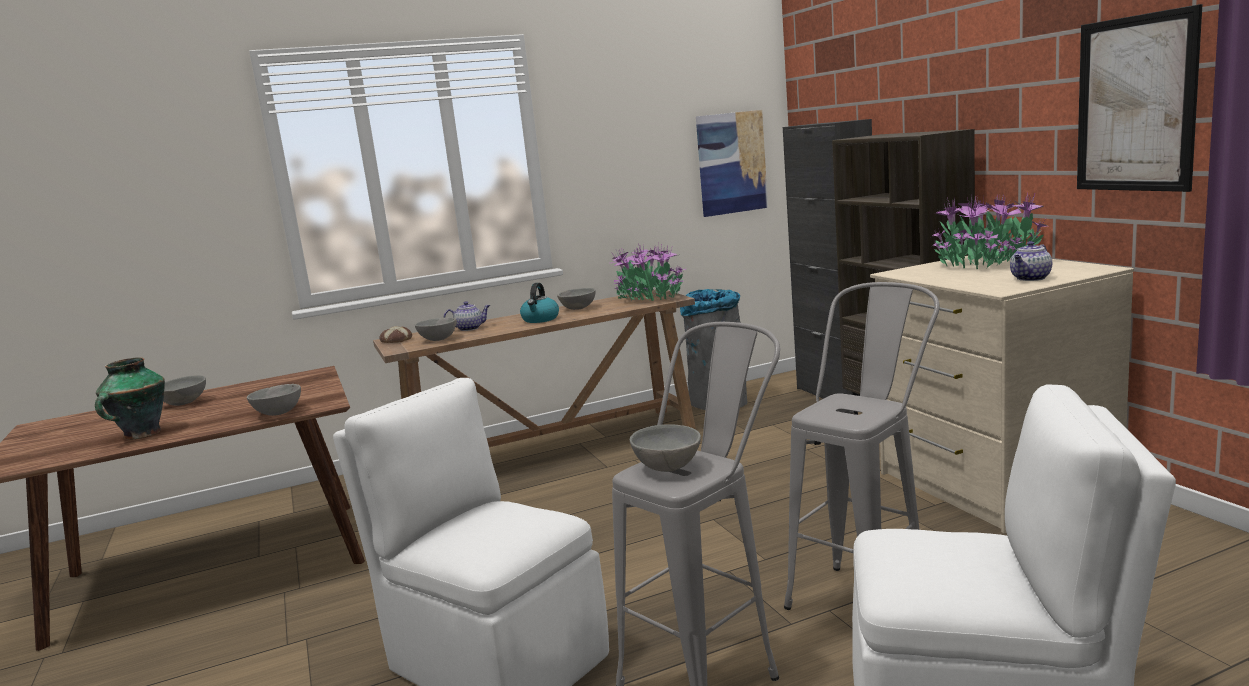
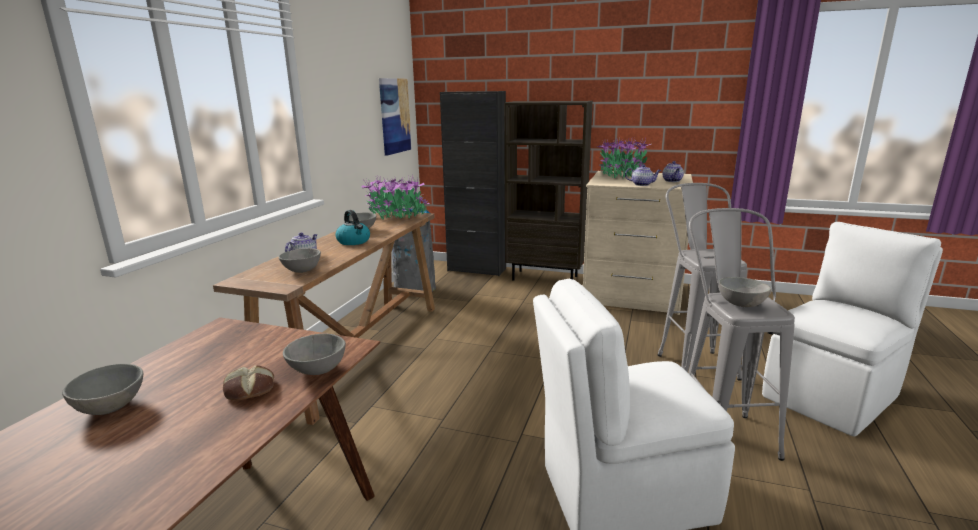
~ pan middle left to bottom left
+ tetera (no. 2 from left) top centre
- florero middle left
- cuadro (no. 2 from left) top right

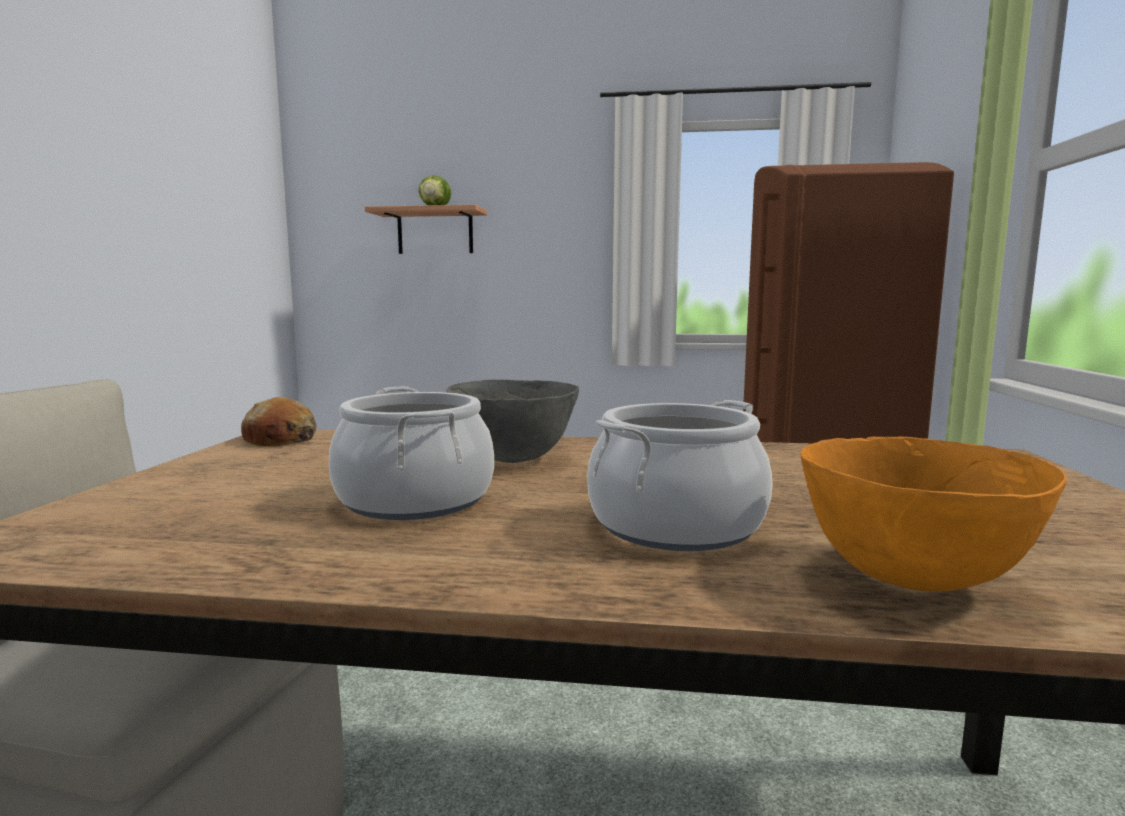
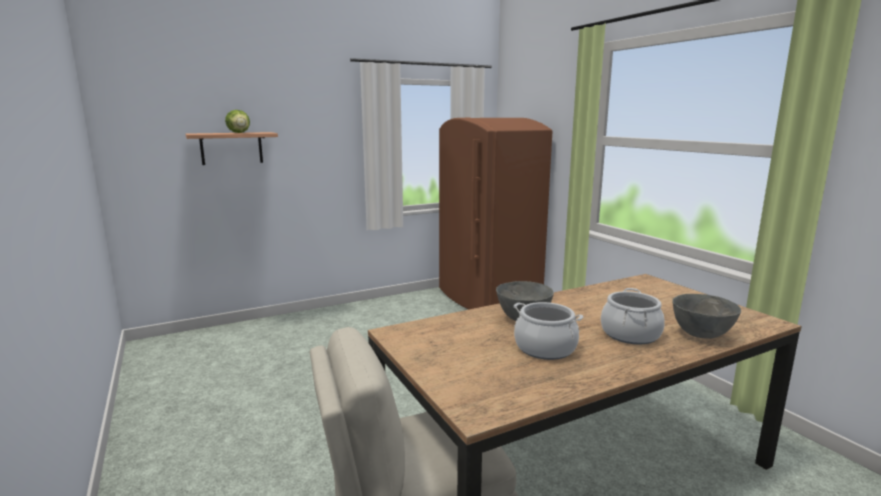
~ cuenco [naranja] middle right to cuenco [gris] (no. 2 from left) middle right
- pan middle left

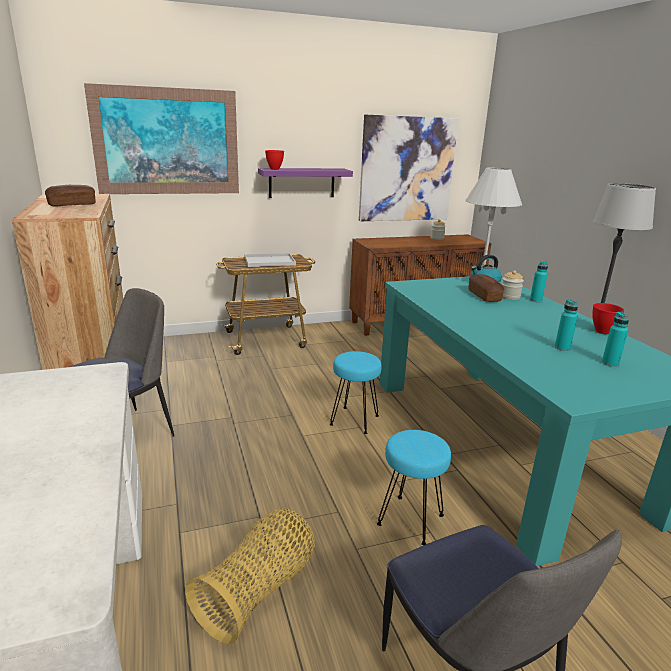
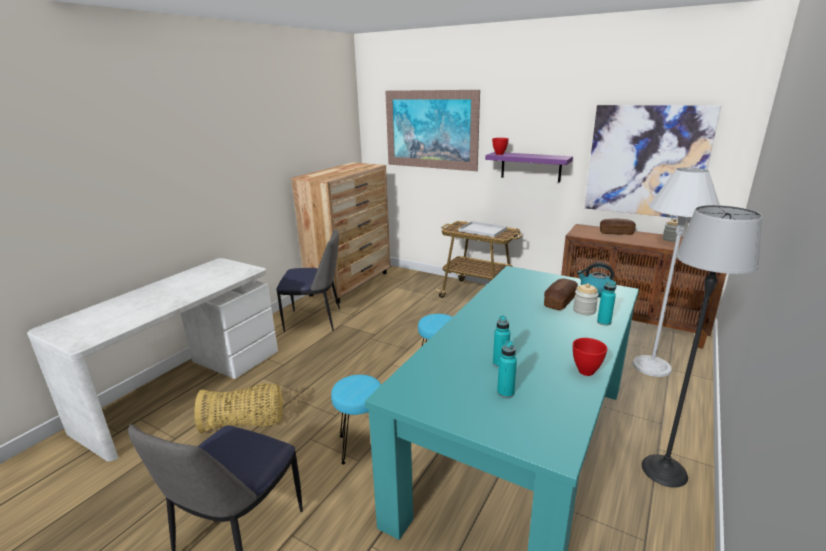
~ pan (no. 1 from left in the first image) top left to pan (no. 2 from left) middle right

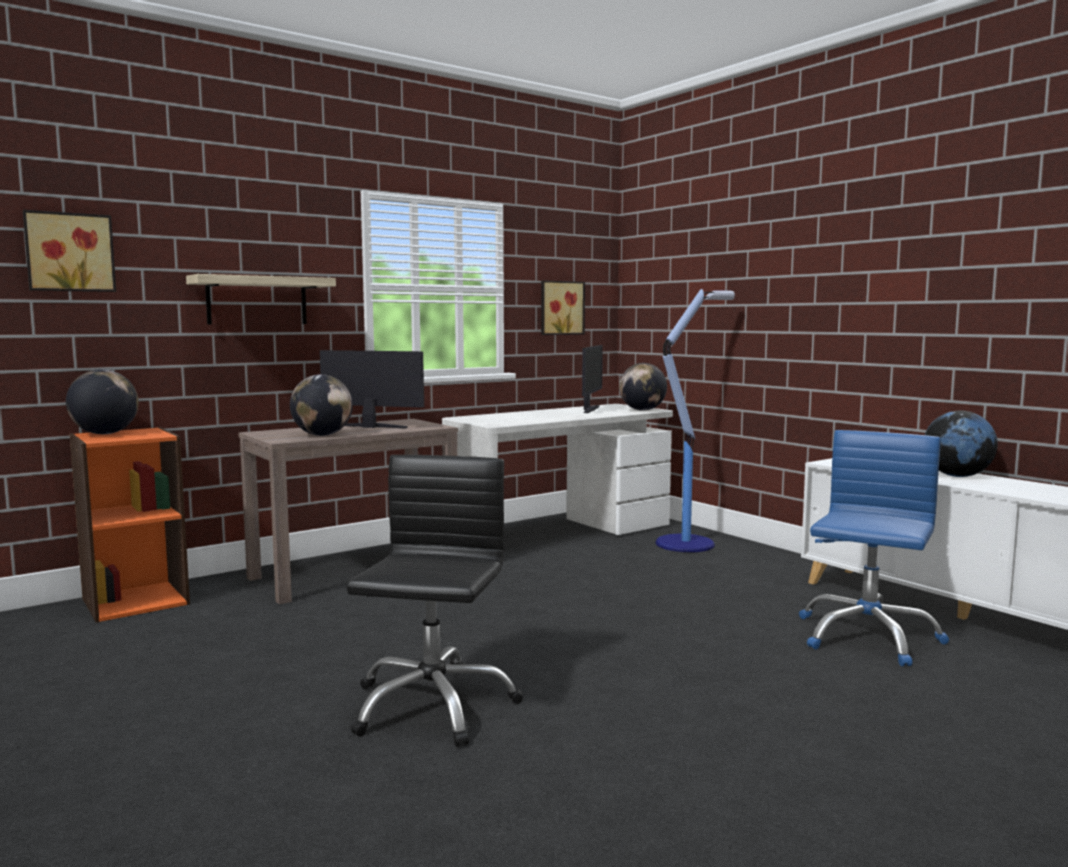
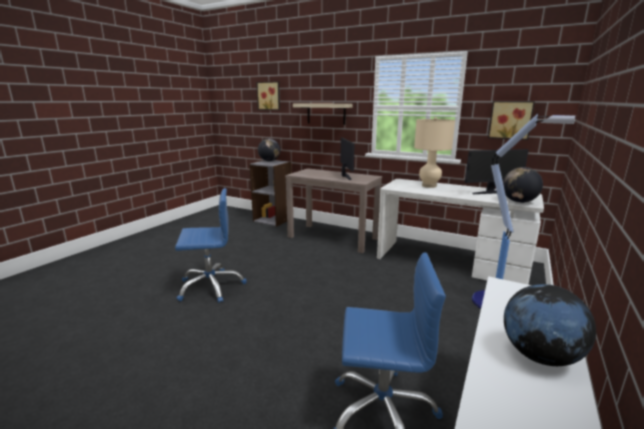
~ silla de oficina [negro] bottom centre to silla de oficina [azul] (no. 1 from left) middle left
~ estantería [naranja] middle left to estantería [gris] centre
+ lámpara de mesa [beis] middle right
- globo terráqueo (no. 2 from left) middle left

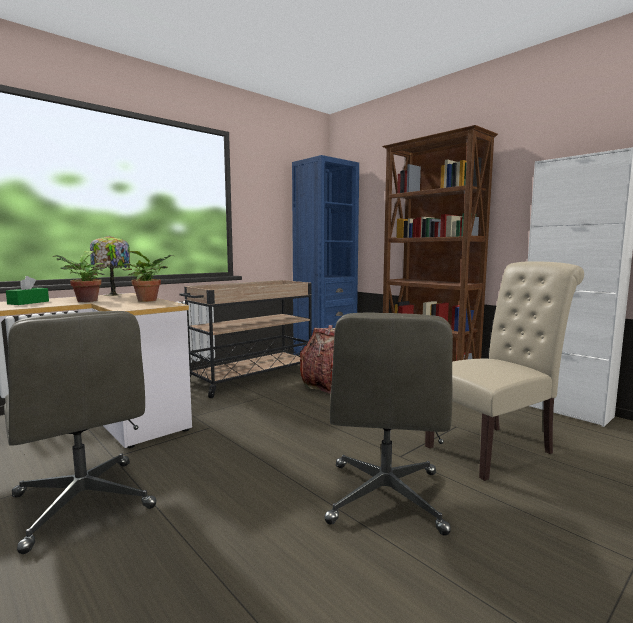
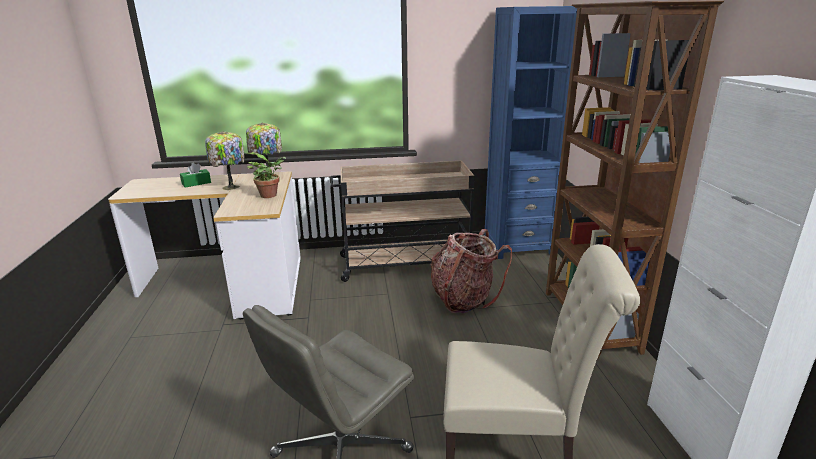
~ planta en maceta (no. 1 from left) middle left to lámpara de mesa (no. 1 from left) middle left
- silla de oficina [gris] (no. 1 from left) bottom left

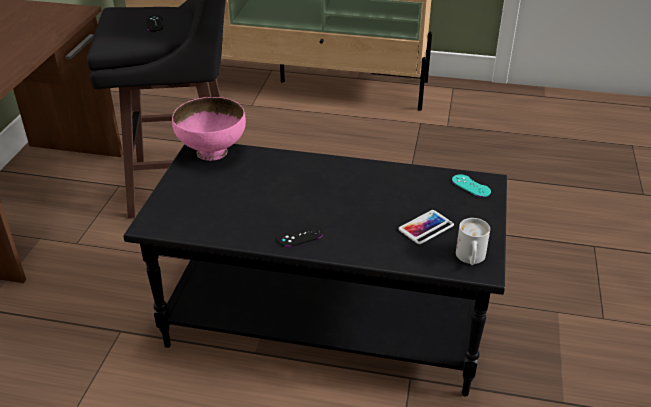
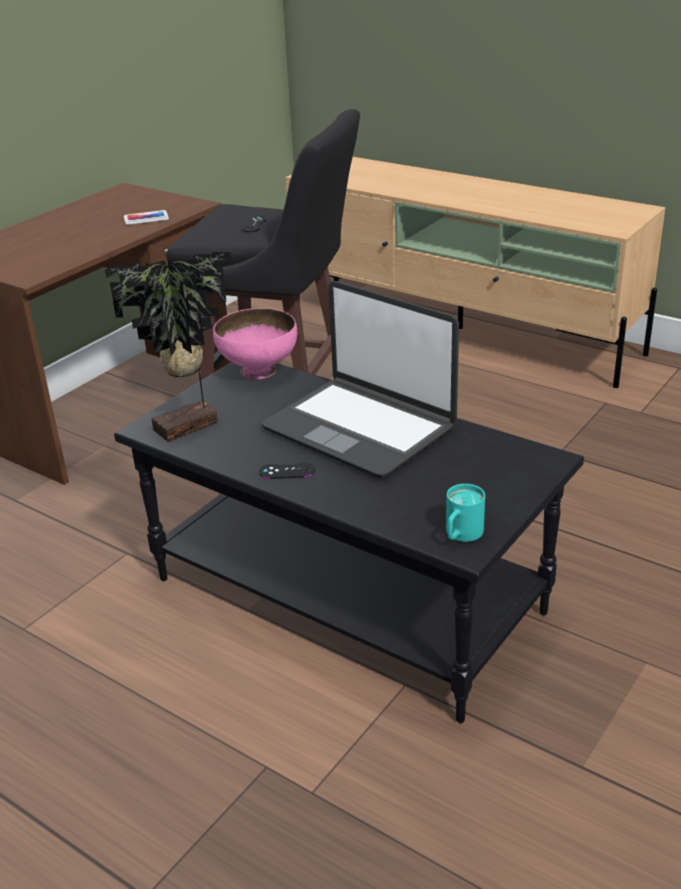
+ planta en maceta middle left
~ móvil centre to top left
+ portátil centre
~ taza grande [blanco] middle right to taza grande [turquesa] middle right
- mando de consola [turquesa] middle right

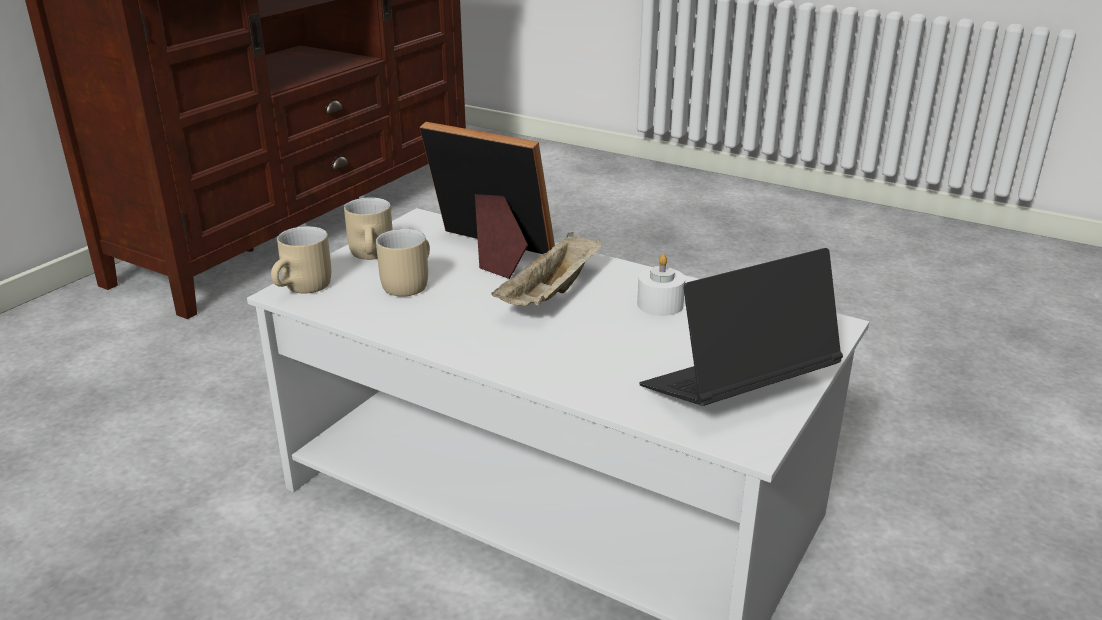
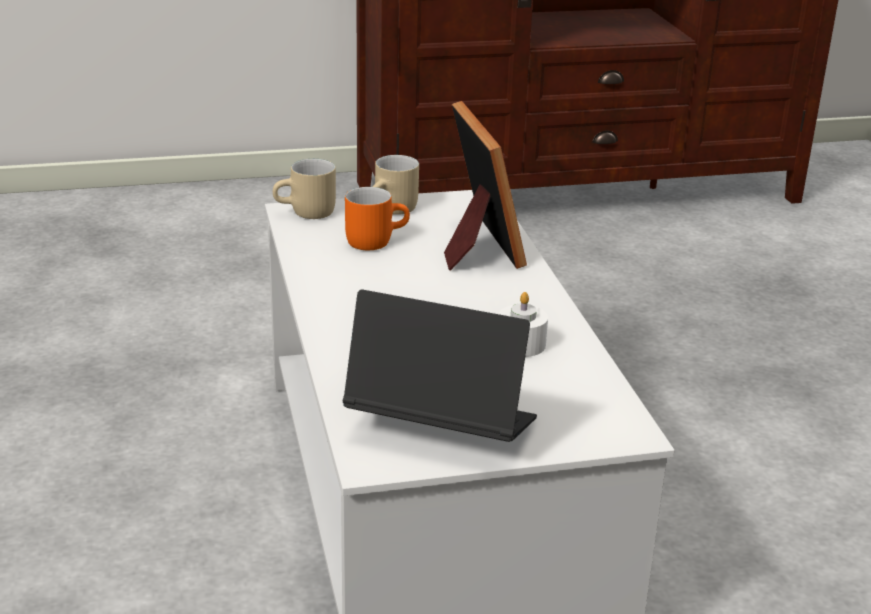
~ taza grande [beis] (no. 3 from left) centre to taza grande [naranja] centre
- bandeja [beis] centre

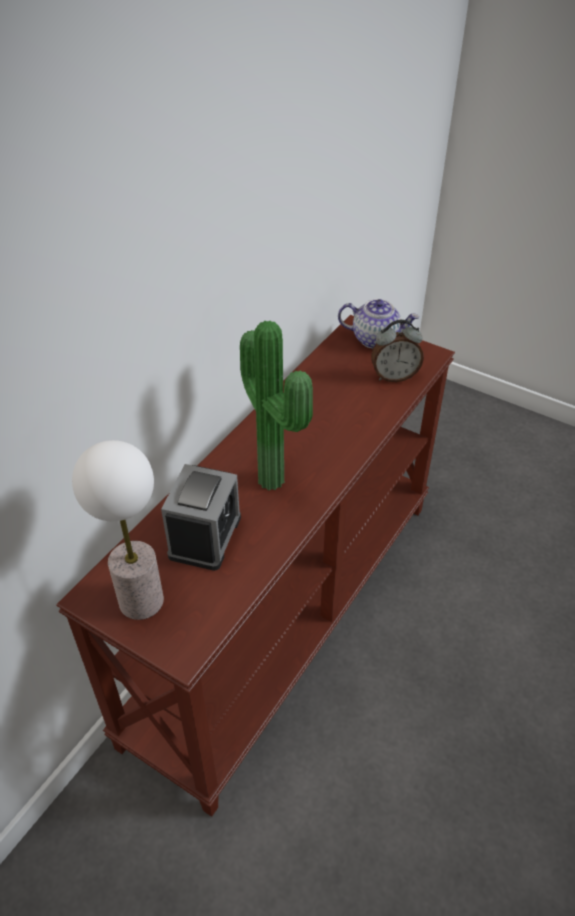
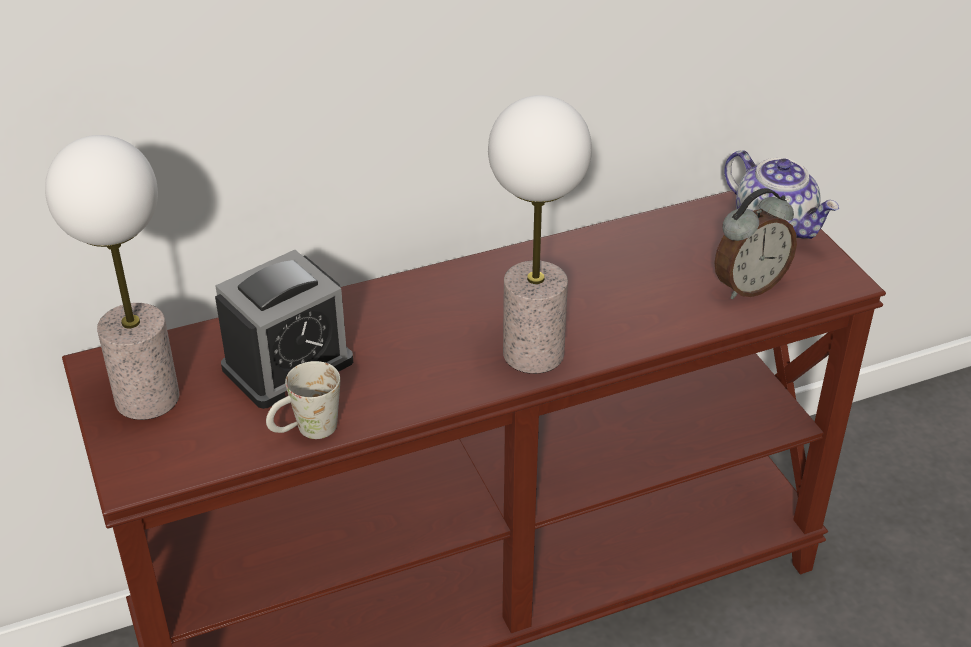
+ taza grande [blanco] middle left
+ lámpara de mesa (no. 2 from left) centre
~ despertador (no. 2 from left) middle right = middle right 60 degrees counterclockwise
- planta en maceta centre

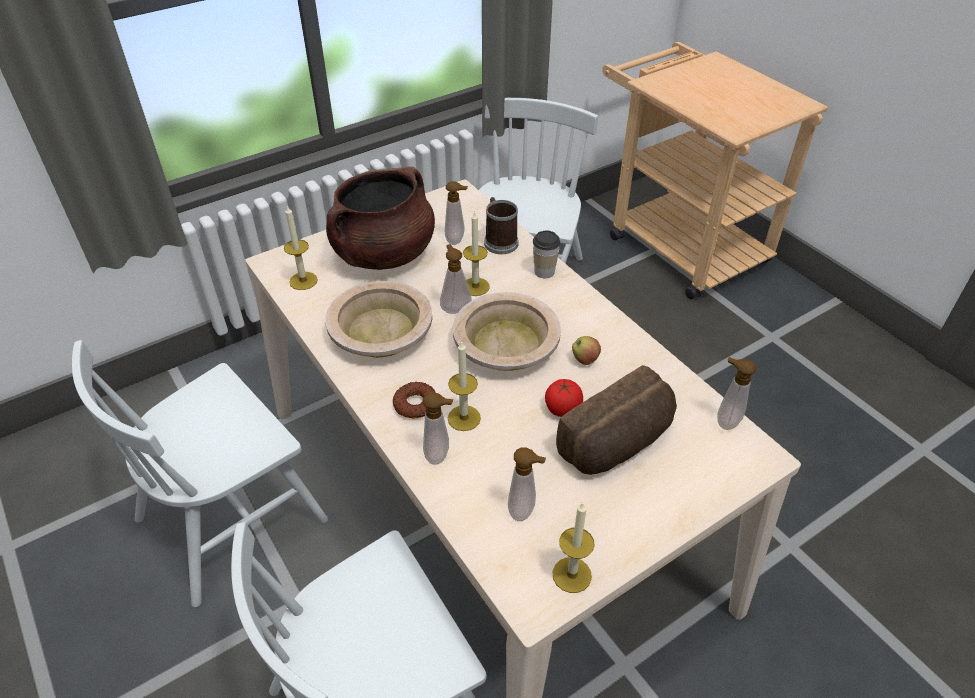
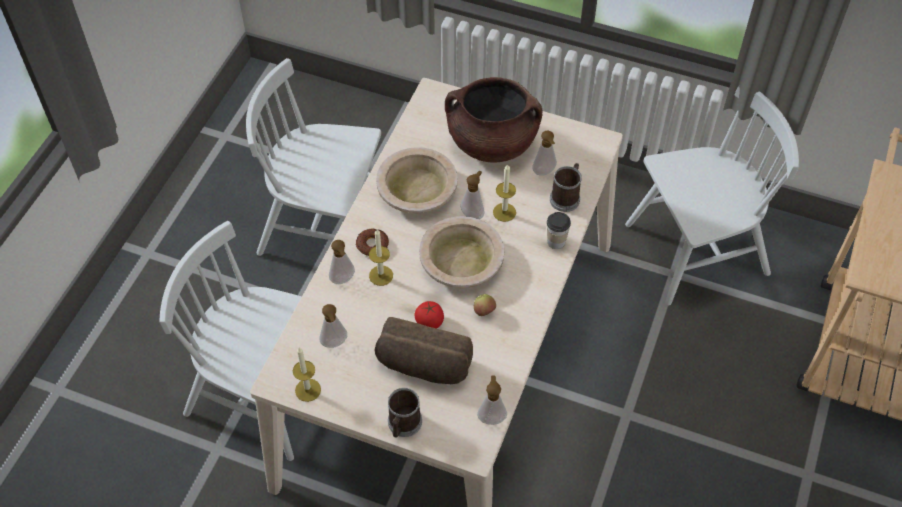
+ taza grande (no. 1 from left) bottom centre
- vela (no. 1 from left) middle left

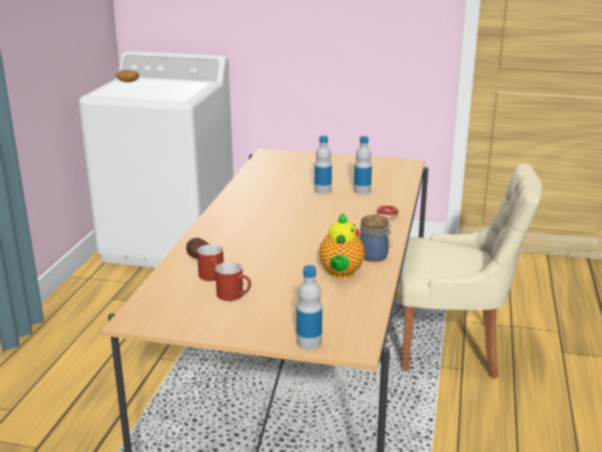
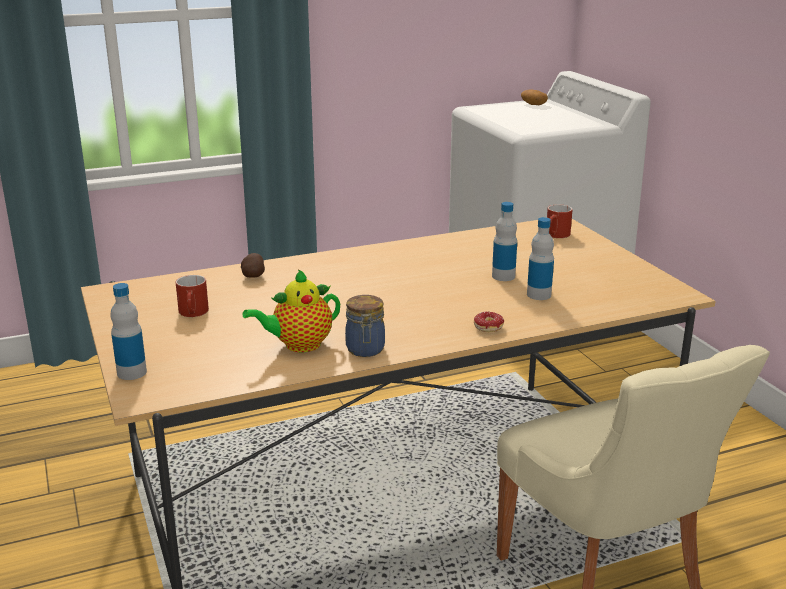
~ taza grande [rojo] (no. 1 from left in the first image) centre to taza grande [rojo] (no. 2 from left) middle right

